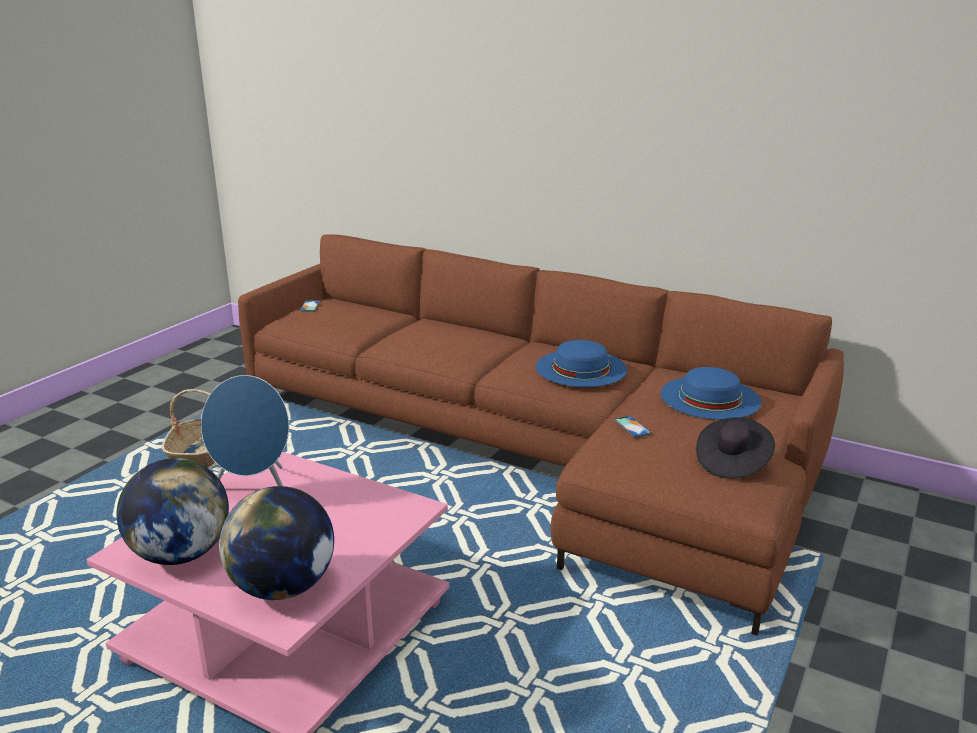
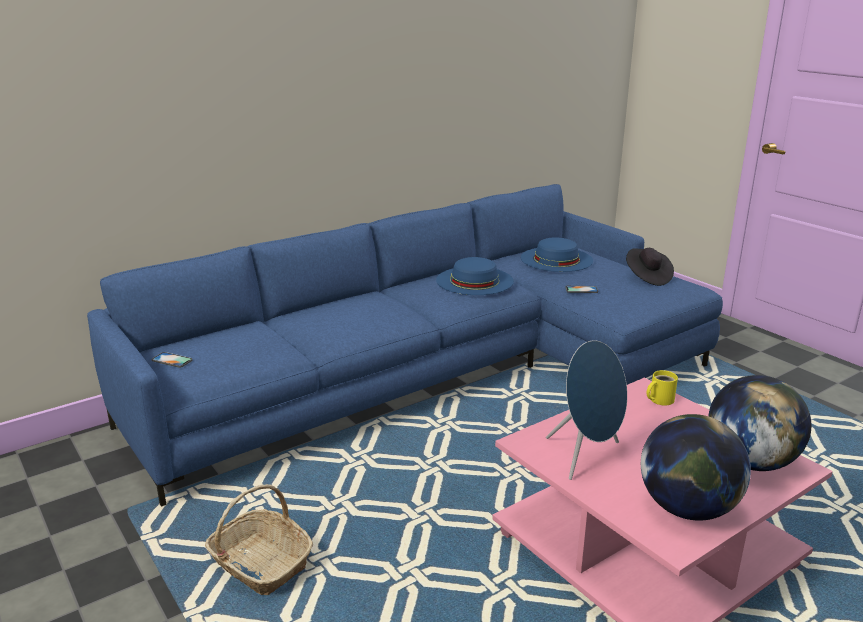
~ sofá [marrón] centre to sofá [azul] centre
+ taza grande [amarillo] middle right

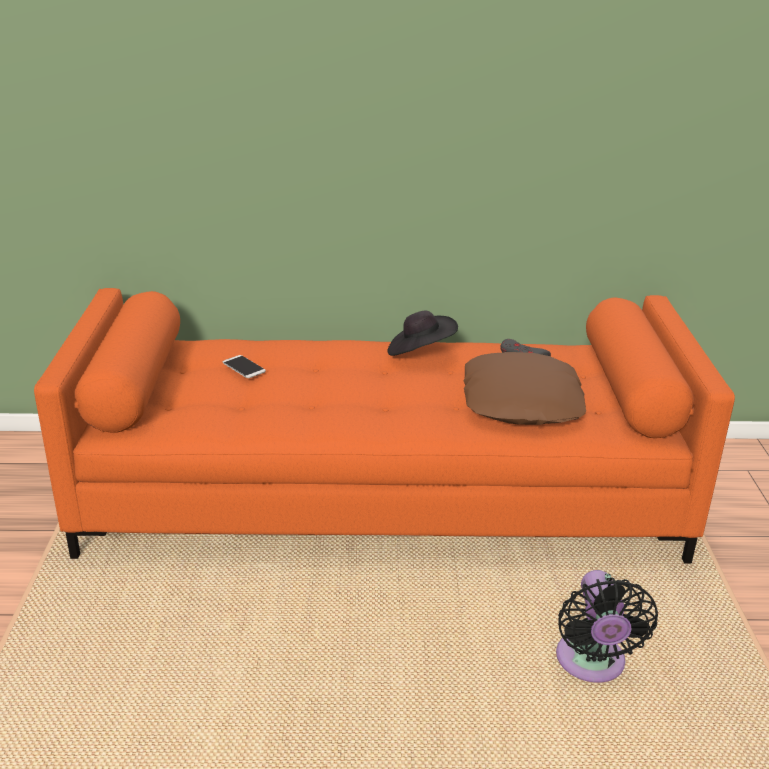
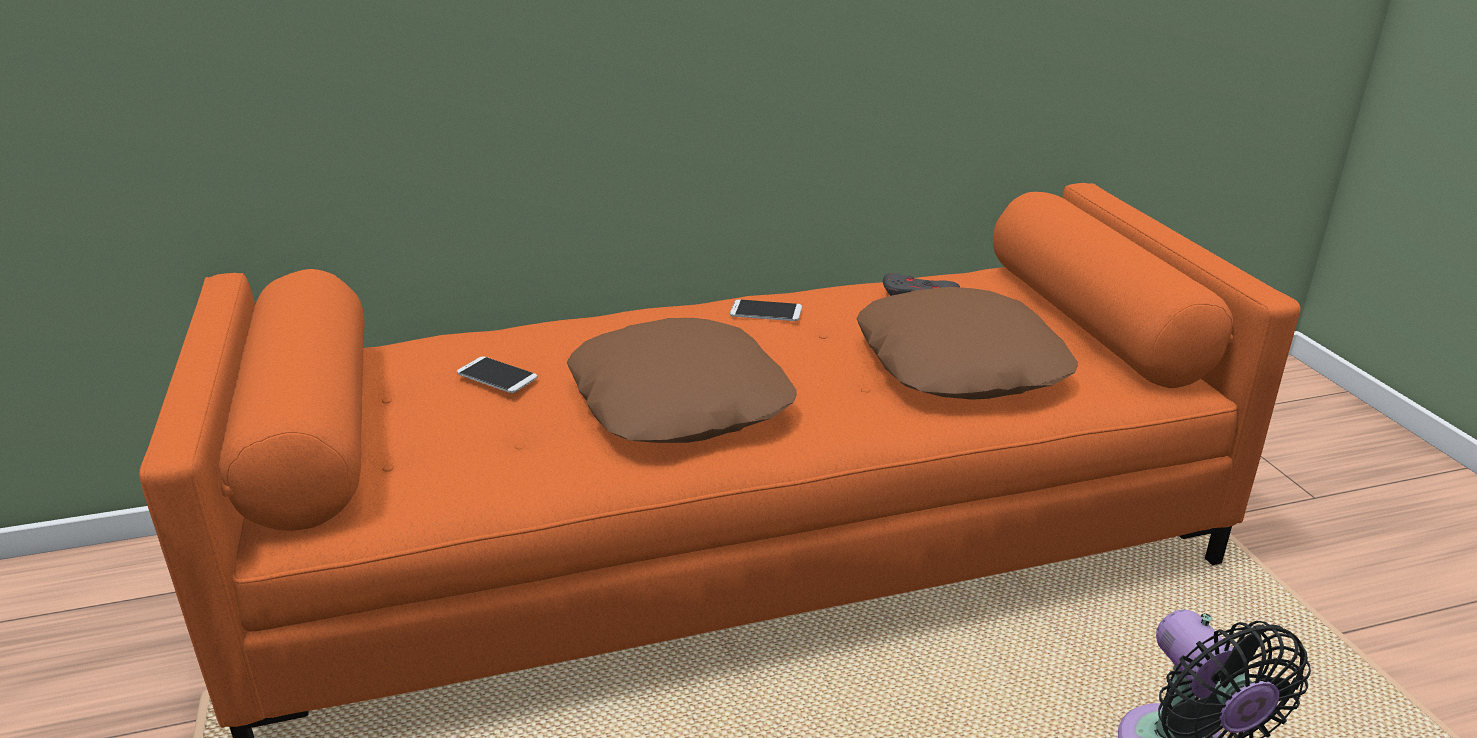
+ cojín [marrón] (no. 1 from left) centre
~ sombrero [negro] centre to móvil (no. 2 from left) centre

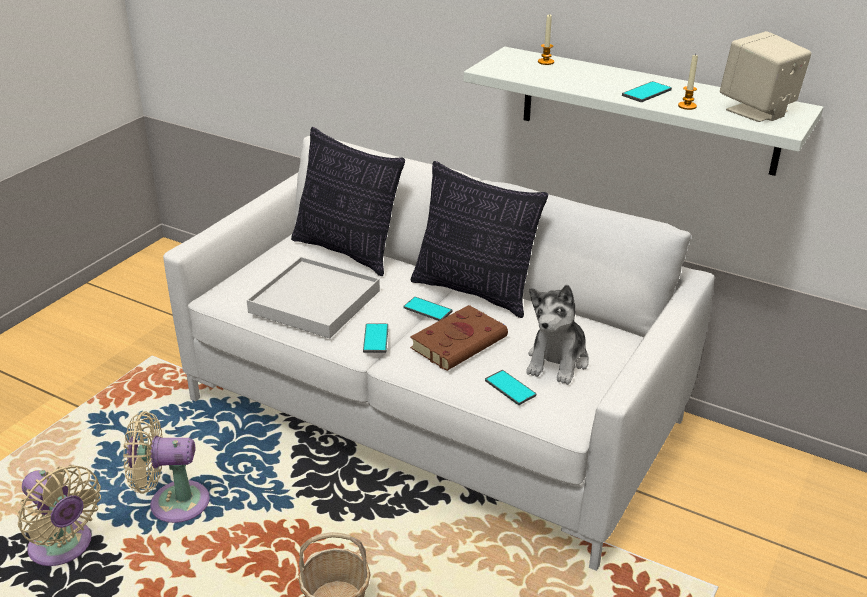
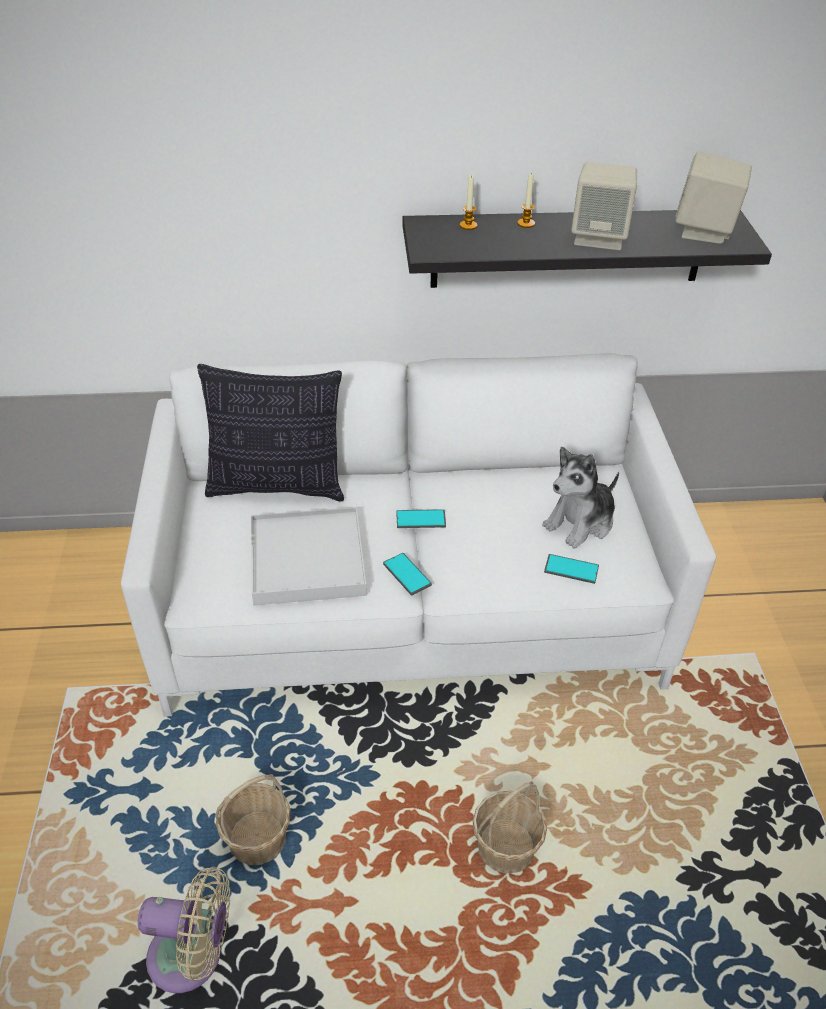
~ ventilador [beis] (no. 2 from left) bottom left to cesta (no. 1 from left) bottom left
~ estante [blanco] top right to estante [negro] top right
~ vela (no. 2 from left) top right to top centre
~ peluche centre = middle right 60 degrees clockwise
~ móvil (no. 4 from left) top right to altavoz [beis] (no. 1 from left) top right
- libro [marrón] centre
- cojín (no. 2 from left) centre

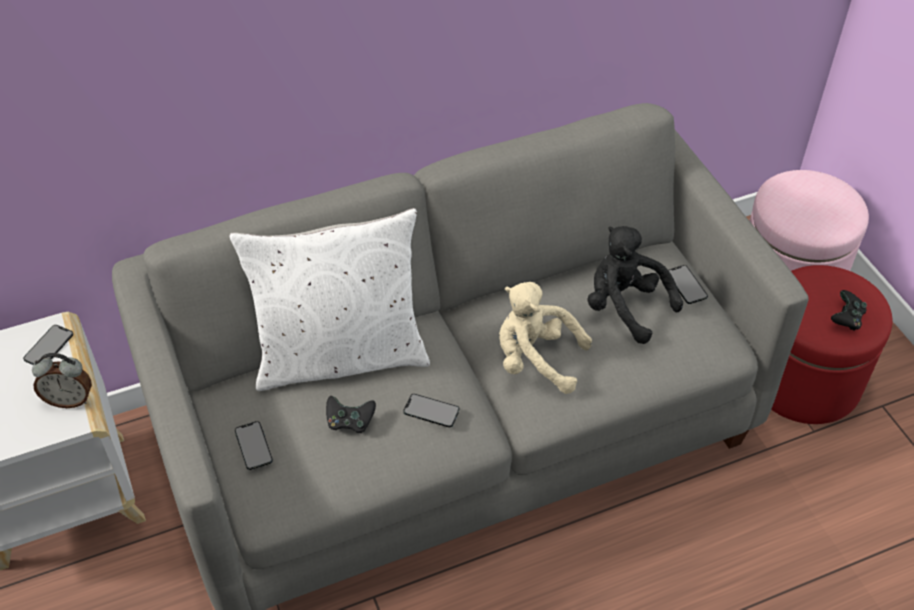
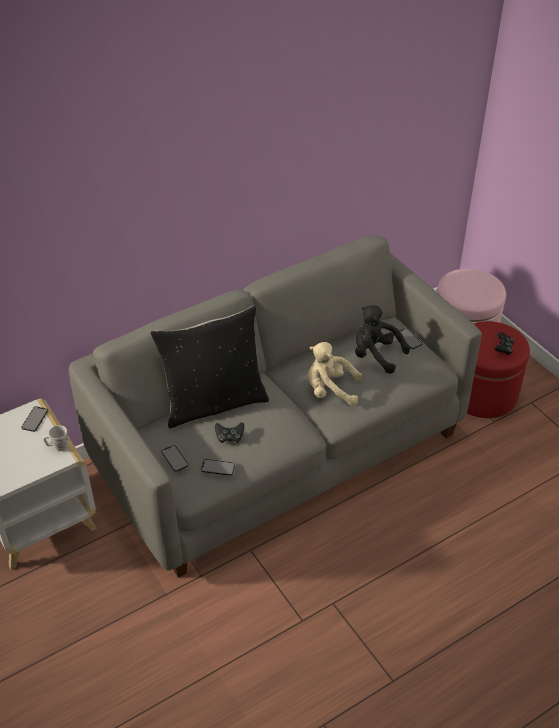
~ despertador middle left to taza grande [blanco] middle left
~ cojín [blanco] centre to cojín [negro] centre
~ móvil (no. 3 from left) bottom centre to centre

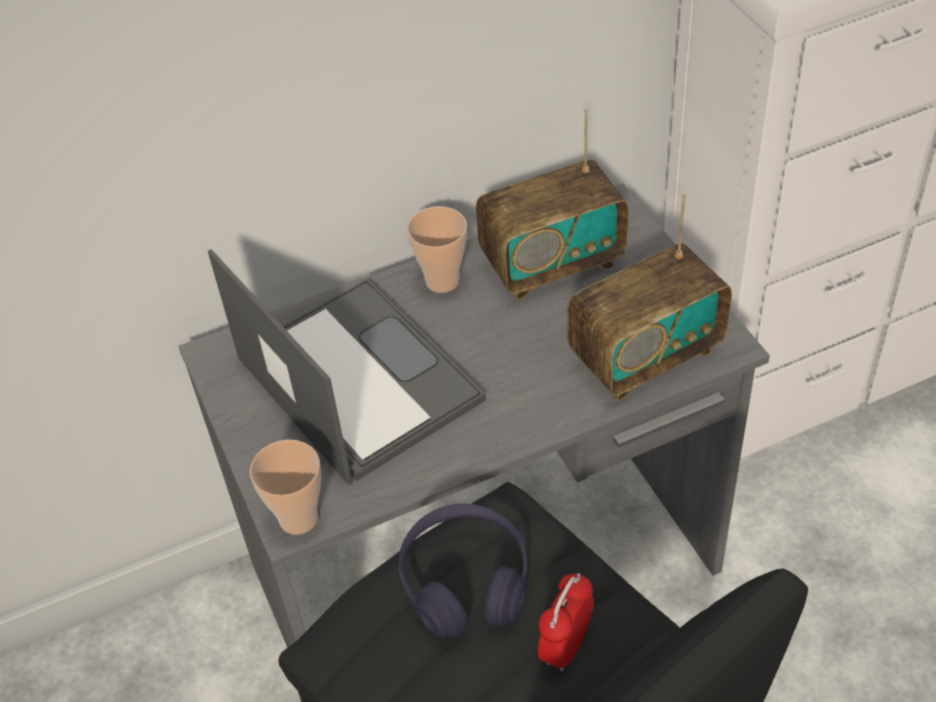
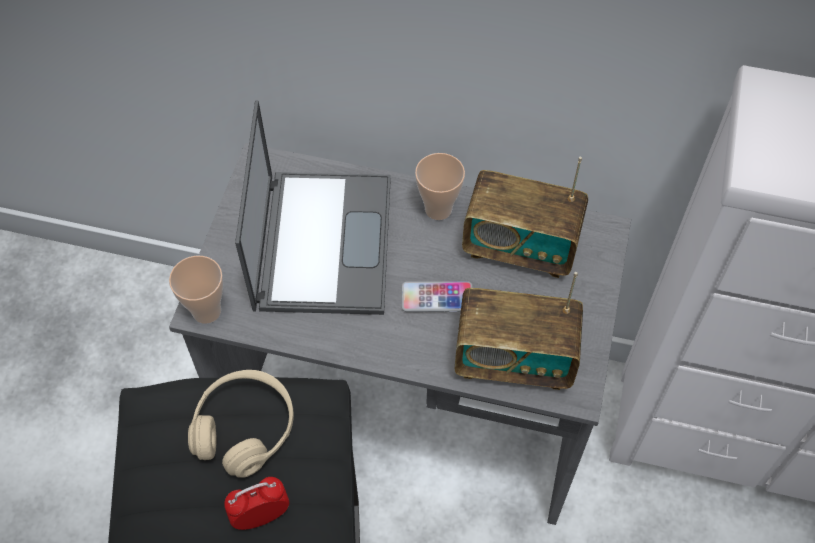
~ auriculares [morado] bottom centre to auriculares [beis] bottom left
+ móvil centre

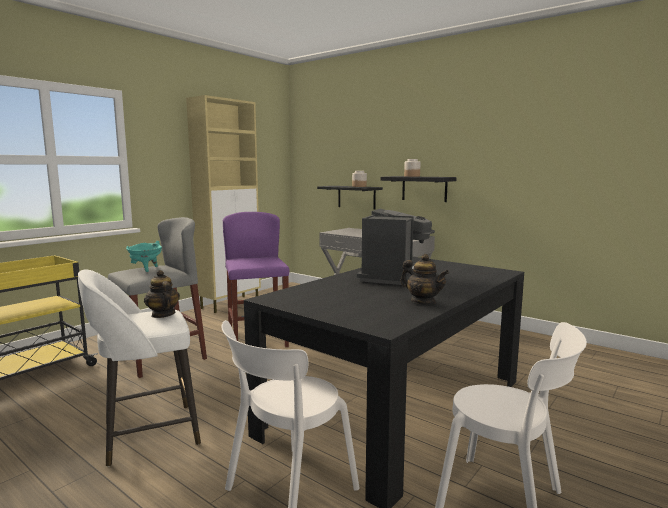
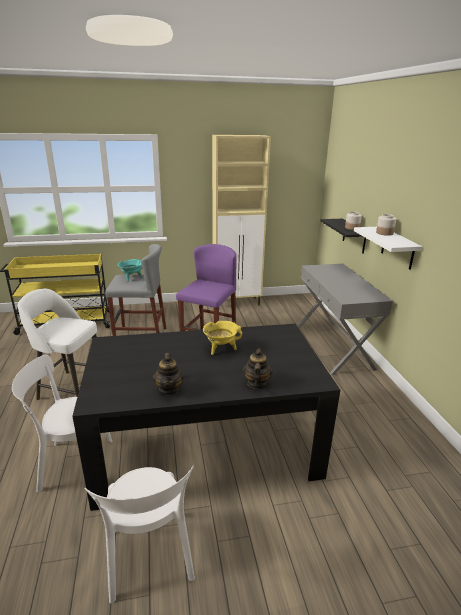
~ cafetera centre to olla [amarillo] centre
~ tetera (no. 1 from left in the first image) middle left to tetera (no. 2 from left) centre
~ estante [negro] (no. 2 from left) centre to estante [blanco] middle right

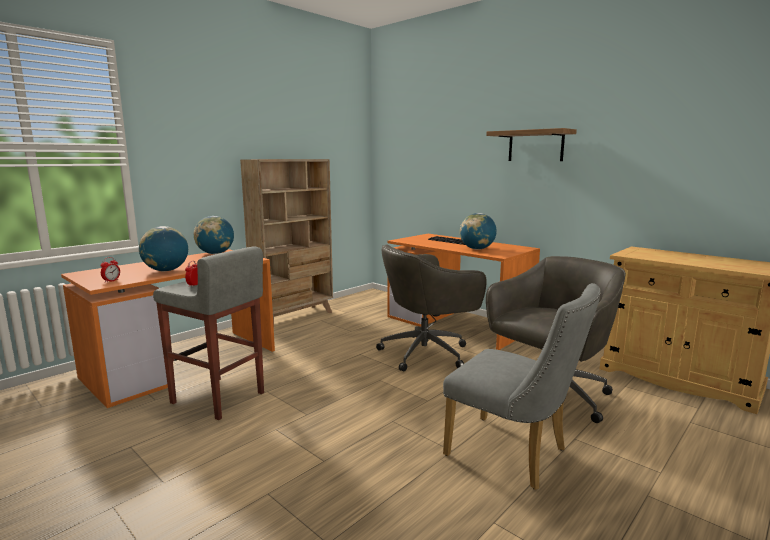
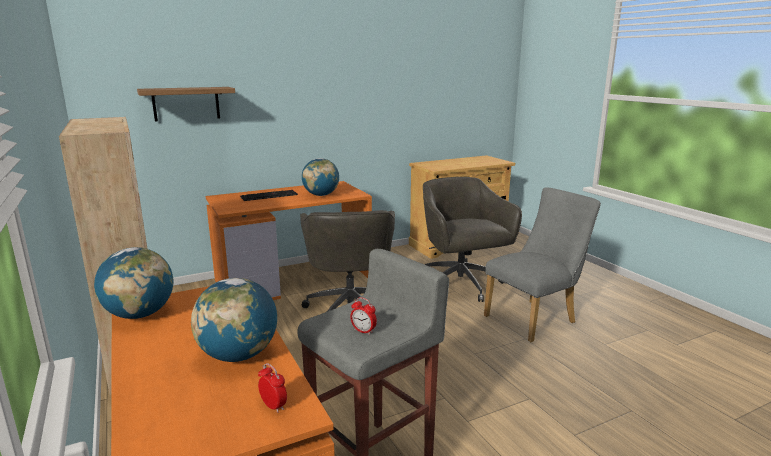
~ estante top right to top left

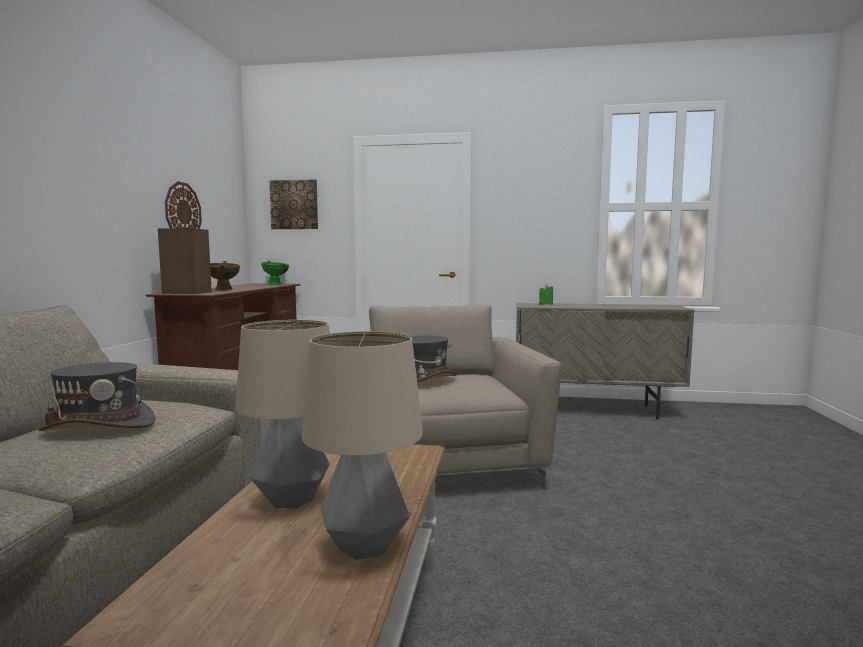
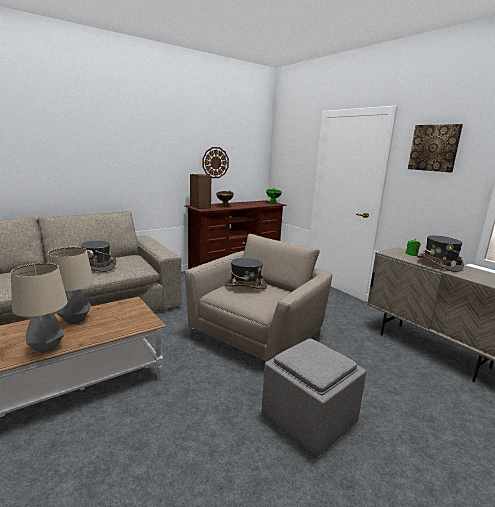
+ puf [gris] bottom centre
~ cuadro top centre to top right
+ sombrero [gris] (no. 3 from left) middle right

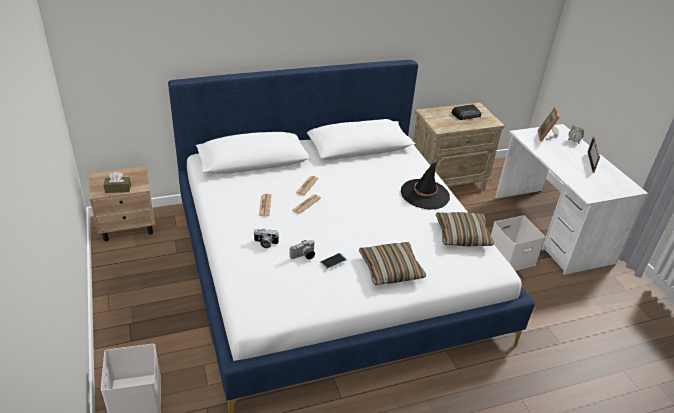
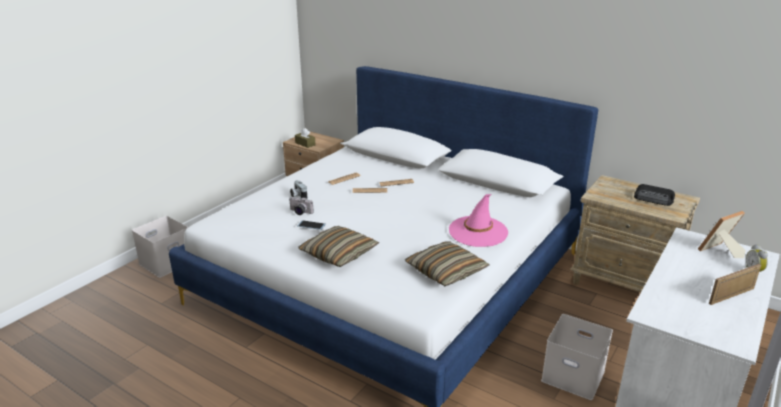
~ sombrero [negro] centre to sombrero [rosa] centre

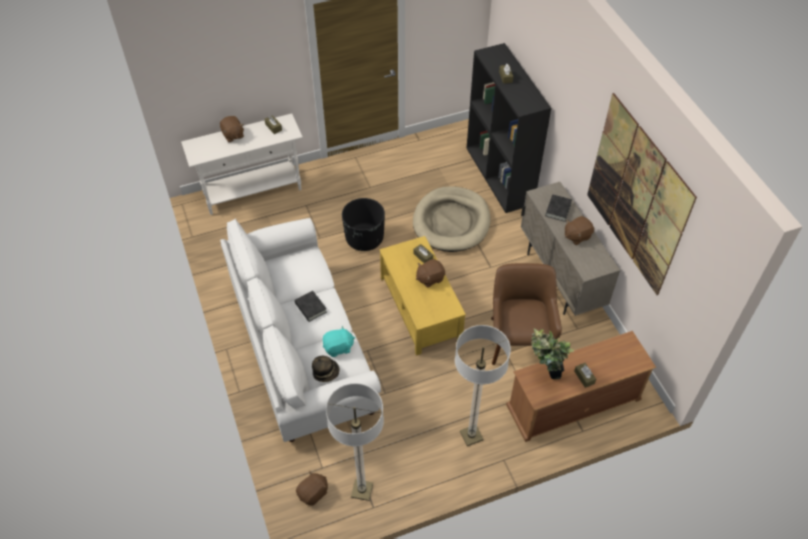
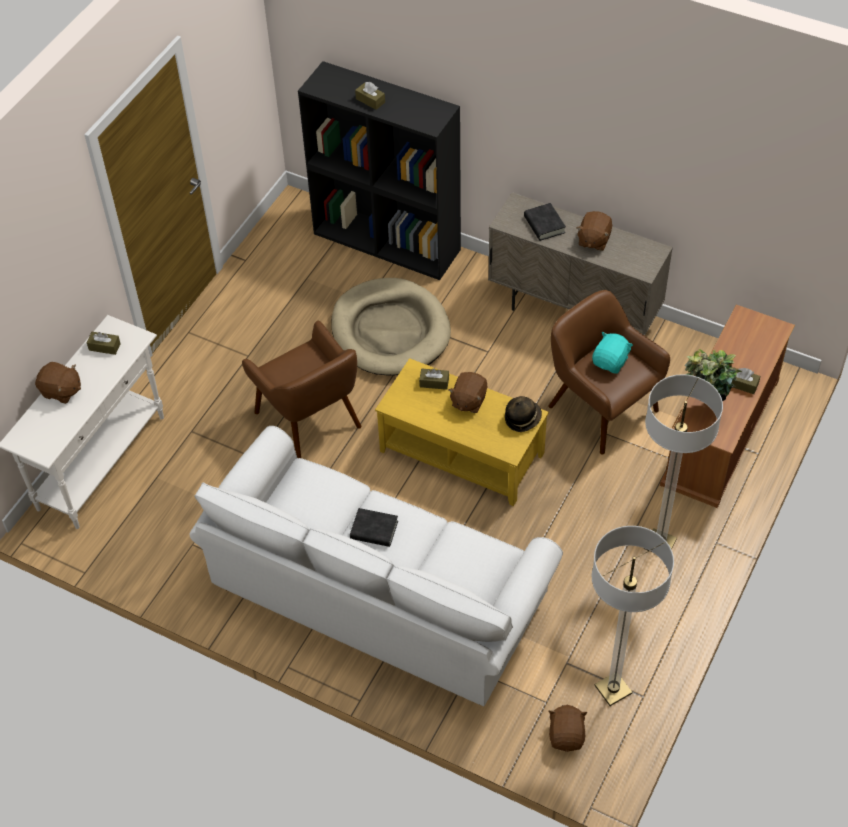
~ maceta [negro] centre to sillón [marrón] (no. 1 from left) centre
~ sombrero bottom centre to centre
~ peluche [turquesa] centre to middle right
- cuadro middle right

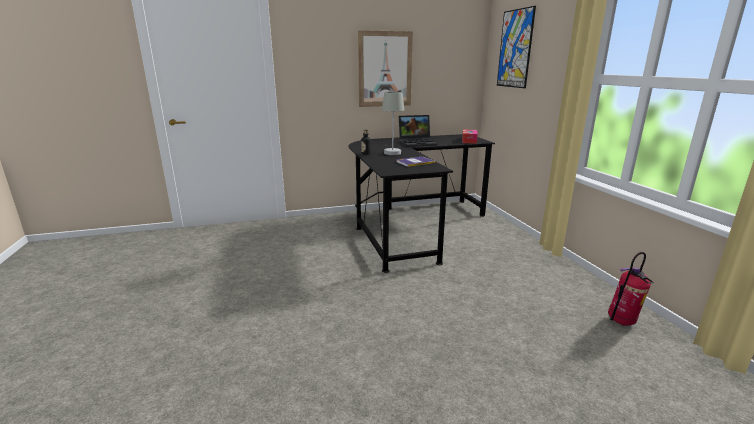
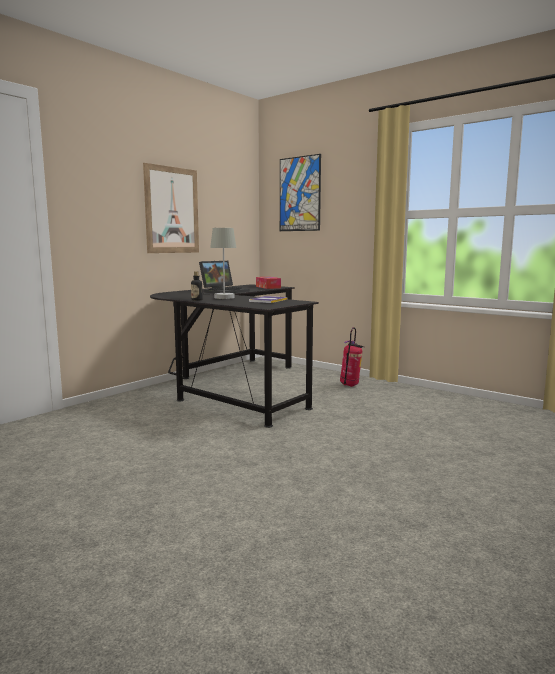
~ extintor bottom right to centre

